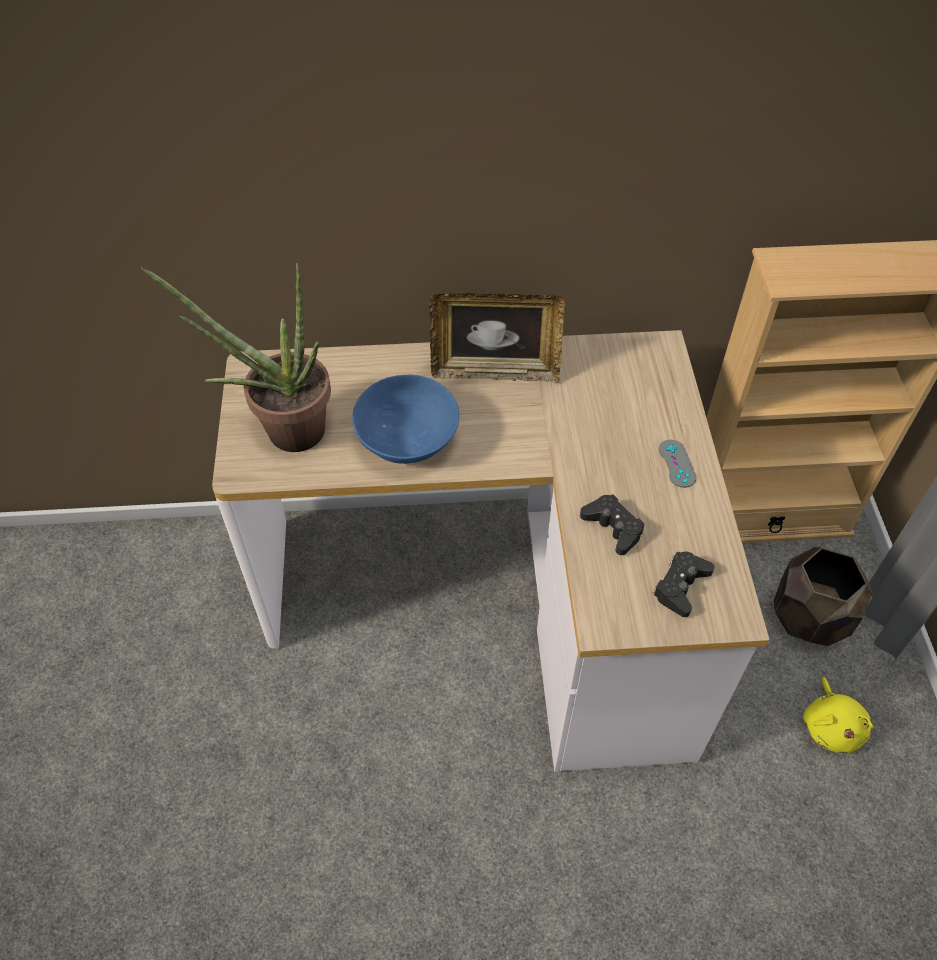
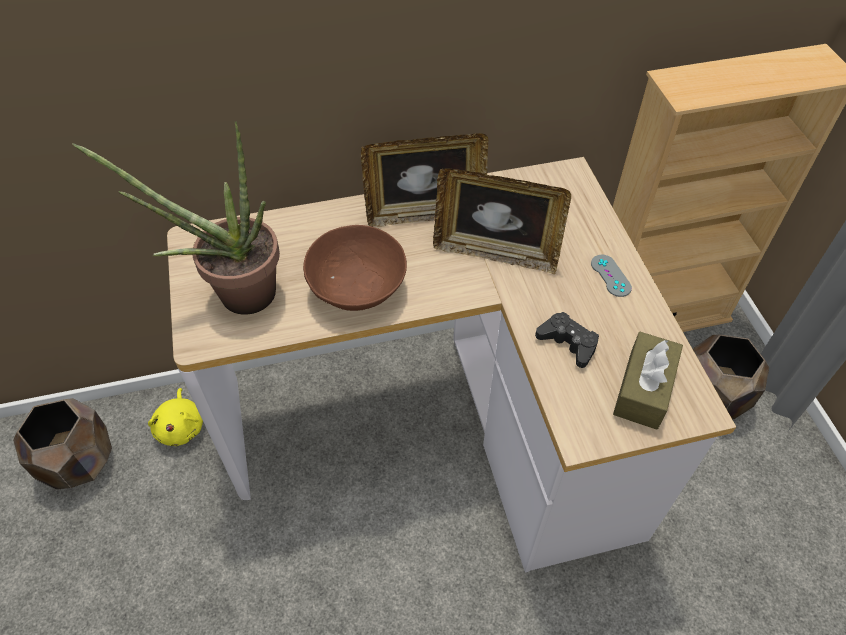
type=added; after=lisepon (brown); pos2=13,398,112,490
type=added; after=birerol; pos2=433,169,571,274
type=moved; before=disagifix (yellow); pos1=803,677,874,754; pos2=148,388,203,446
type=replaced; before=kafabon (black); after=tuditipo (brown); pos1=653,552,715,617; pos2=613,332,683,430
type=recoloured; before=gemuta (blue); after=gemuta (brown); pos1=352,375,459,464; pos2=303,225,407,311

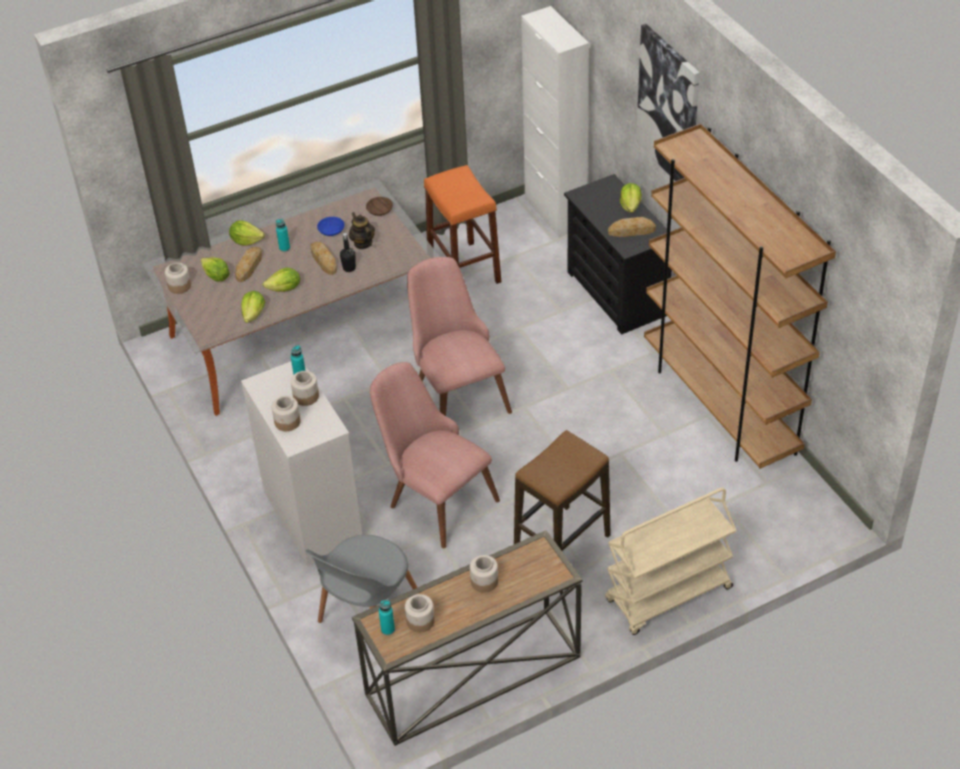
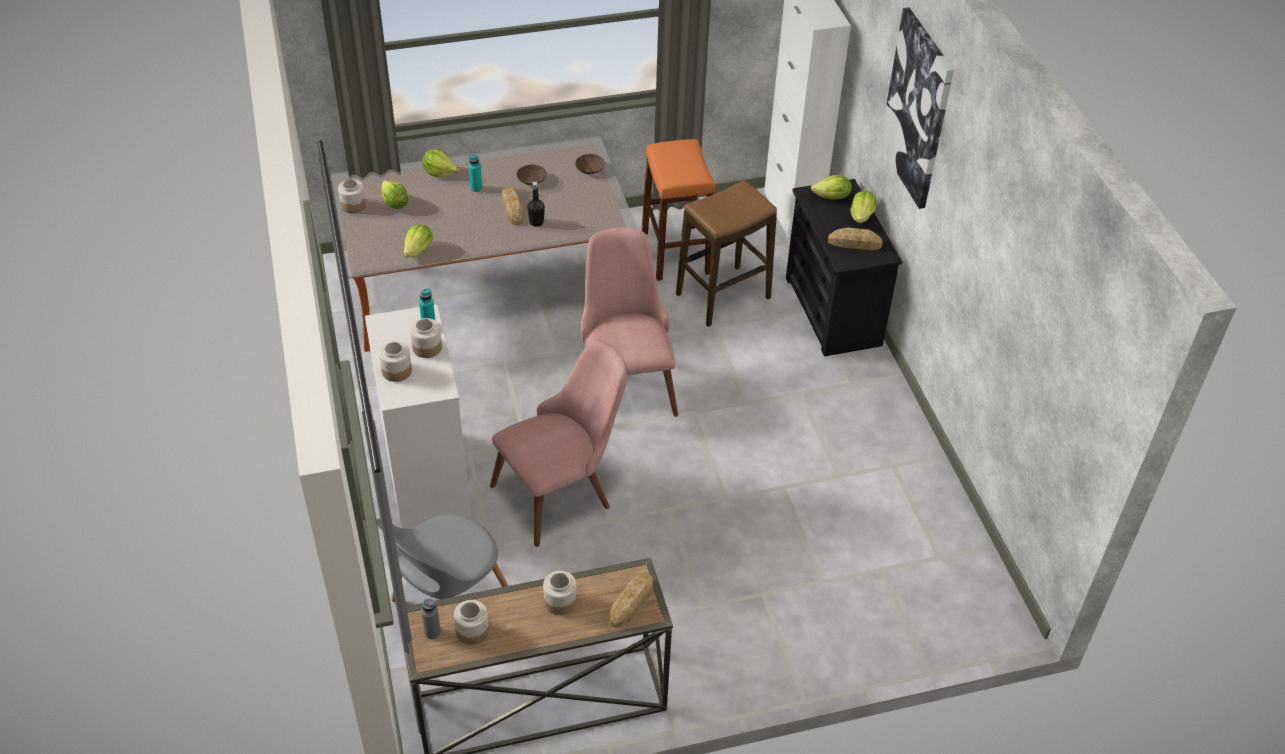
type=removed; before=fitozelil; pos1=349,212,375,249
type=removed; before=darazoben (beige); pos1=605,487,737,635
type=removed; before=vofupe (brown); pos1=644,124,836,469
type=moved; before=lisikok; pos1=235,247,262,282; pos2=610,574,654,628
type=moved; before=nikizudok; pos1=263,268,300,292; pos2=811,175,852,200
type=moved; before=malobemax; pos1=514,430,611,551; pos2=676,180,777,327
type=recoloured; before=gemuta (blue); after=gemuta (brown); pos1=317,217,345,236; pos2=517,165,547,185
type=recoloured; before=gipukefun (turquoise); after=gipukefun (grey); pos1=379,600,395,635; pos2=421,598,441,639
type=turned; before=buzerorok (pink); pos1=370,362,500,548; pos2=490,339,627,547; turn=90

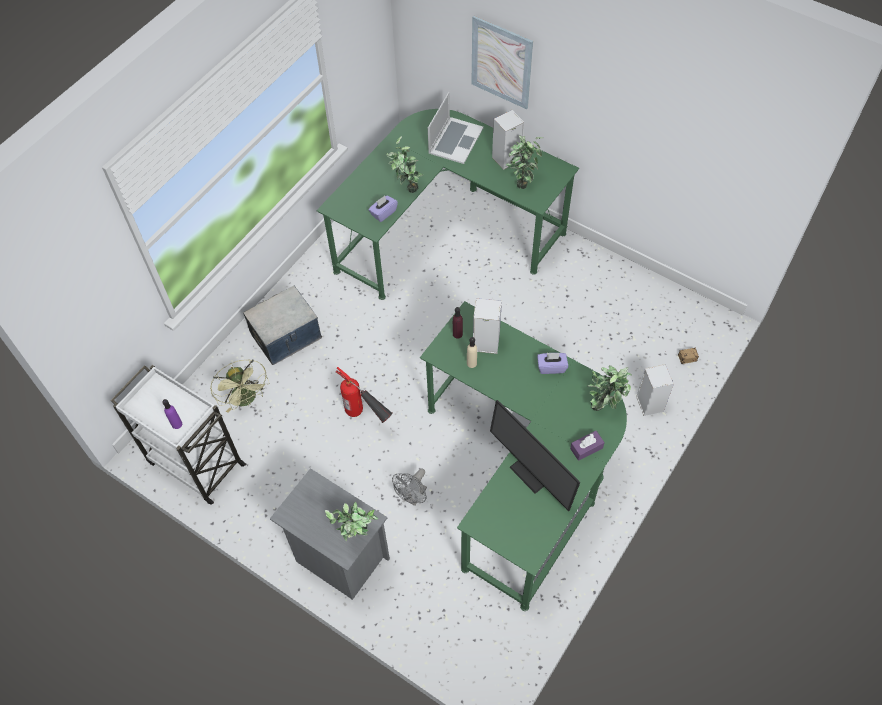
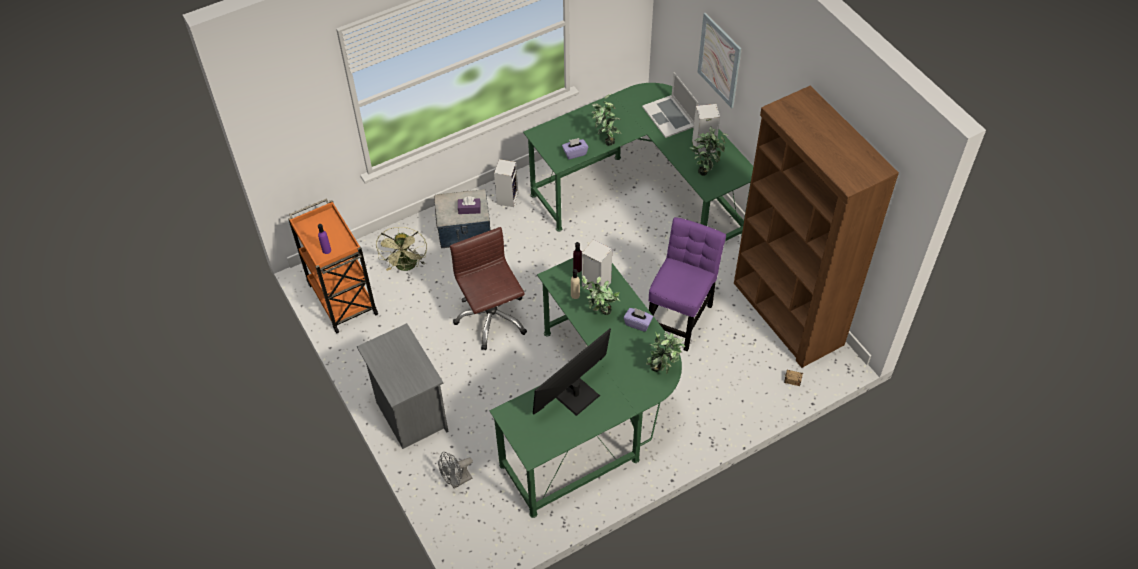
type=added; after=buzerorok (purple); pos2=649,217,726,351
type=added; after=vofupe (brown); pos2=734,86,899,368
type=moved; before=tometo; pos1=325,502,379,541; pos2=582,275,620,315
type=moved; before=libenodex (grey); pos1=392,468,427,506; pos2=438,452,473,489
type=moved; before=tuditipo (purple); pos1=570,431,605,461; pos2=458,196,481,214
type=moved; before=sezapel; pos1=636,364,674,416; pos2=494,159,518,207
type=replaced; before=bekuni; after=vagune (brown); pos1=336,367,393,423; pos2=450,227,527,350
type=recoloured; before=darazoben (white); after=darazoben (orange); pos1=111,365,246,505; pos2=288,198,379,333
type=turned; before=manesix; pos1=428,92,483,164; pos2=642,72,699,138; turn=105
type=turned; before=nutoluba; pos1=490,400,580,511; pos2=533,329,611,416; turn=60

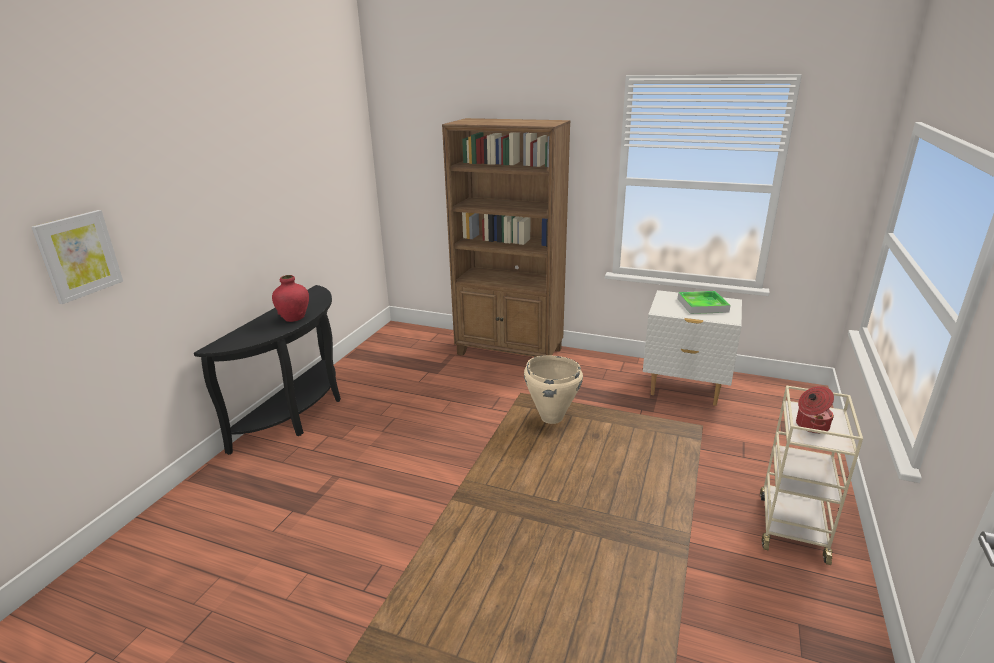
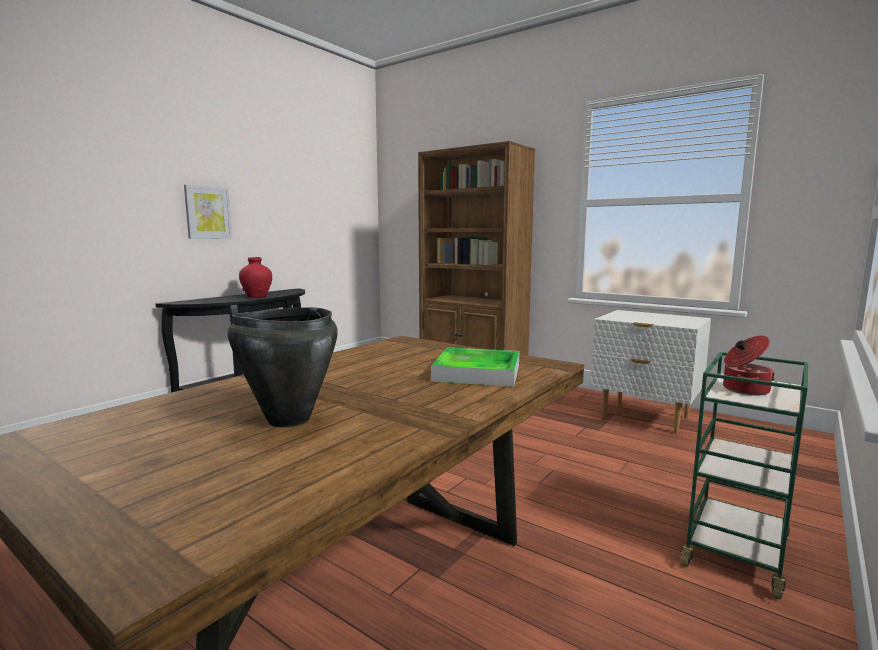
type=removed; before=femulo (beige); pos1=524,355,583,424
type=added; after=femulo (black); pos2=228,307,338,428
type=moved; before=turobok; pos1=31,210,123,304; pos2=184,185,232,239
type=moved; before=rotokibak; pos1=678,291,731,314; pos2=431,348,519,387
type=recoloured; before=darazoben (beige); after=darazoben (green); pos1=760,385,863,565; pos2=680,352,808,599

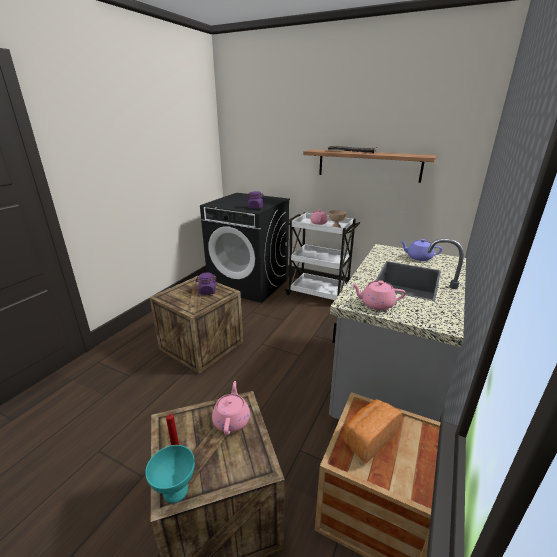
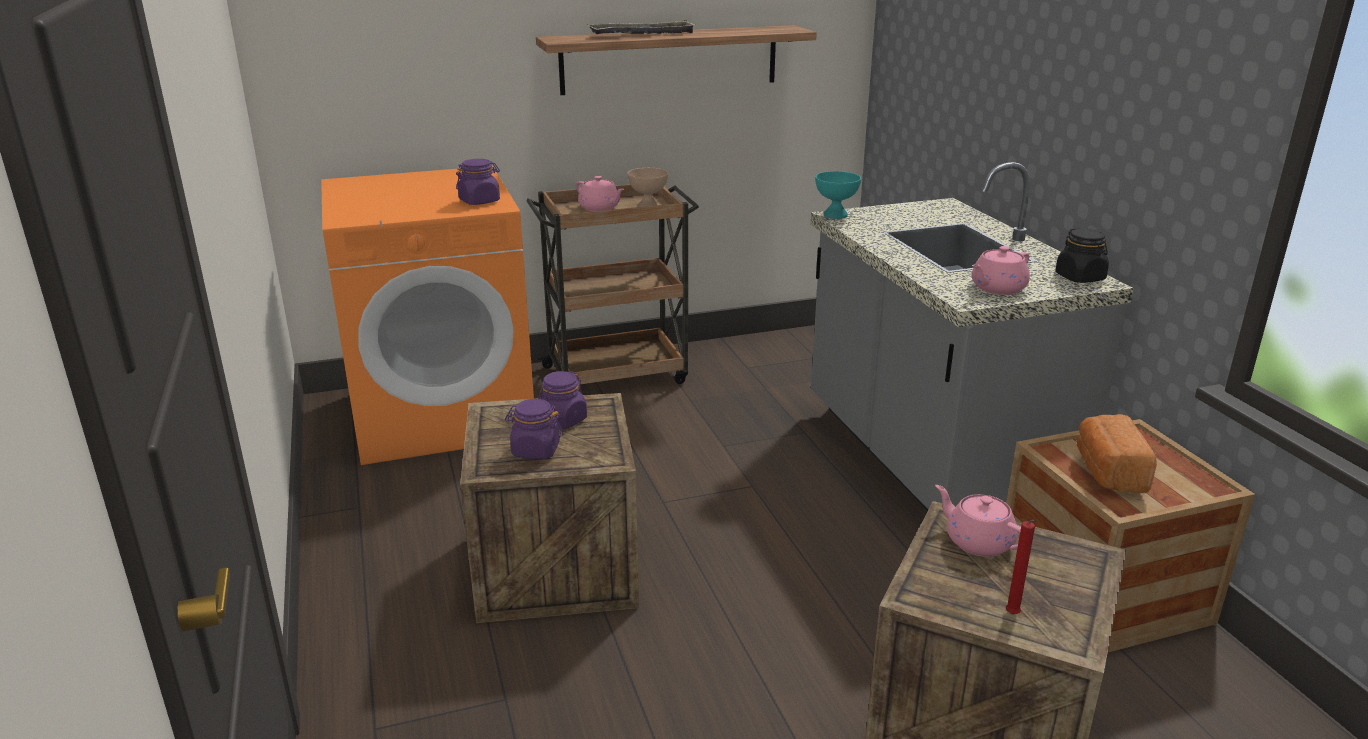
type=removed; before=fitozelil (purple); pos1=400,239,442,261
type=added; after=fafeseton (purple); pos2=505,399,563,459
type=added; after=fafeseton (black); pos2=1055,228,1109,283
type=moved; before=gemuta (turquoise); pos1=145,445,195,503; pos2=815,171,861,219
type=recoloured; before=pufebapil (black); after=pufebapil (orange); pos1=200,193,290,303; pos2=321,166,534,465
type=recoloured; before=darazoben (white); after=darazoben (brown); pos1=285,212,360,300; pos2=527,184,699,384

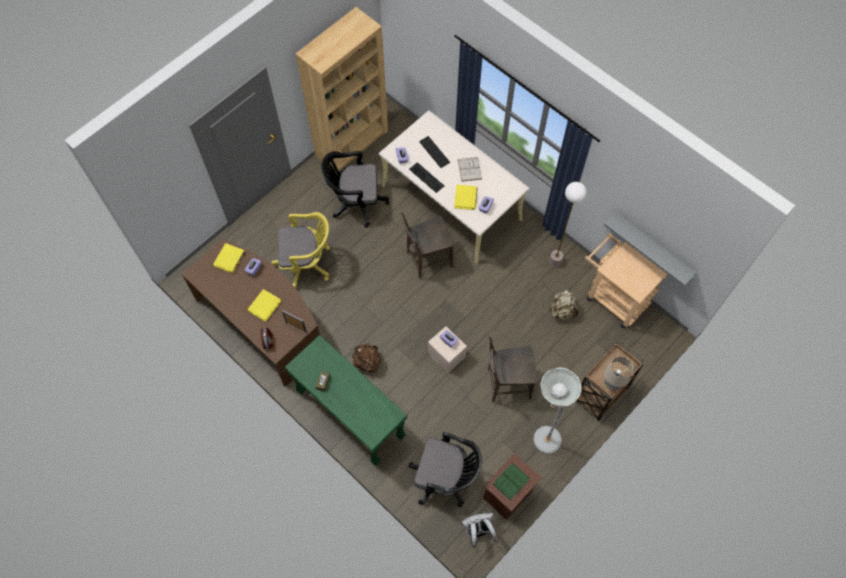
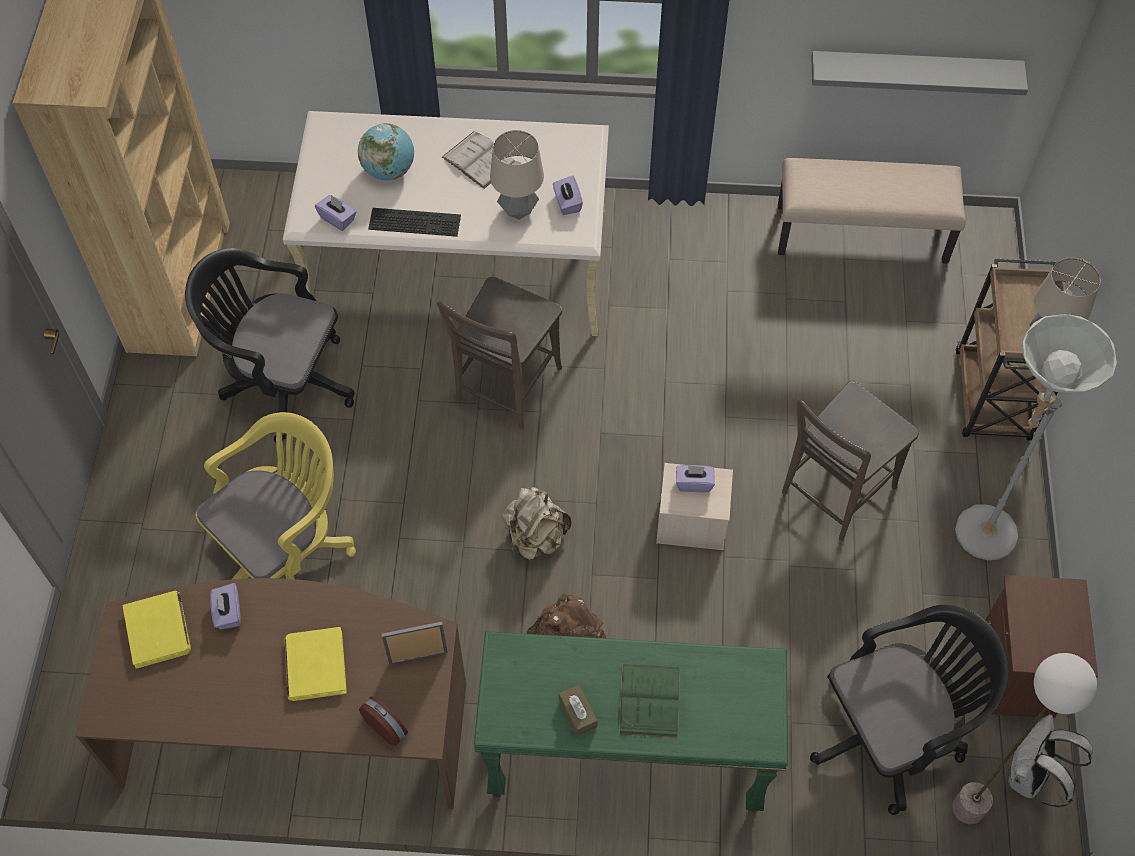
type=moved; before=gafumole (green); pos1=493,462,531,501; pos2=619,664,680,738
type=moved; before=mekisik; pos1=549,182,587,267; pos2=952,653,1097,824
type=moved; before=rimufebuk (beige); pos1=550,289,578,320; pos2=502,487,571,560
type=replaced; before=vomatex; after=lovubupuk; pos1=419,136,450,168; pos2=358,123,414,180
type=replaced; before=gafumole (yellow); after=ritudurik; pos1=454,185,477,210; pos2=490,130,544,219
type=replaced; before=darazoben (beige); after=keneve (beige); pos1=585,233,667,328; pos2=778,158,966,264
type=turned; before=vagune (black); pos1=321,151,389,228; pos2=185,248,355,443; turn=60

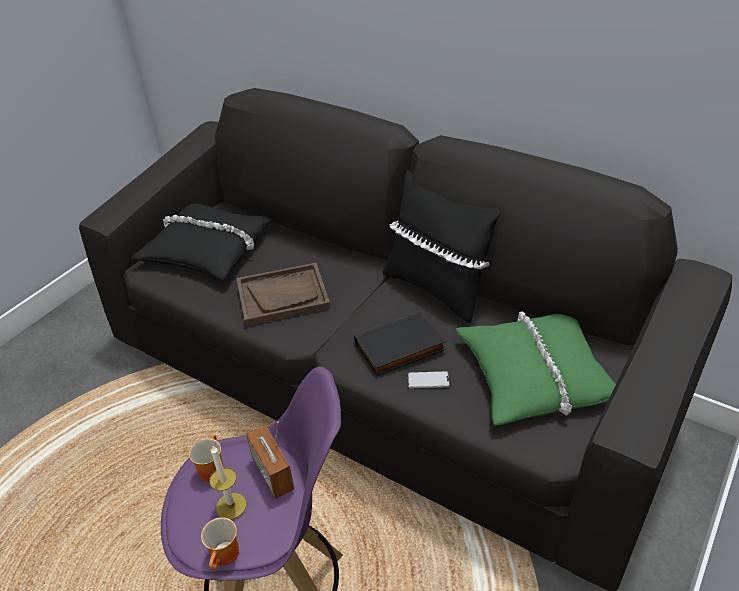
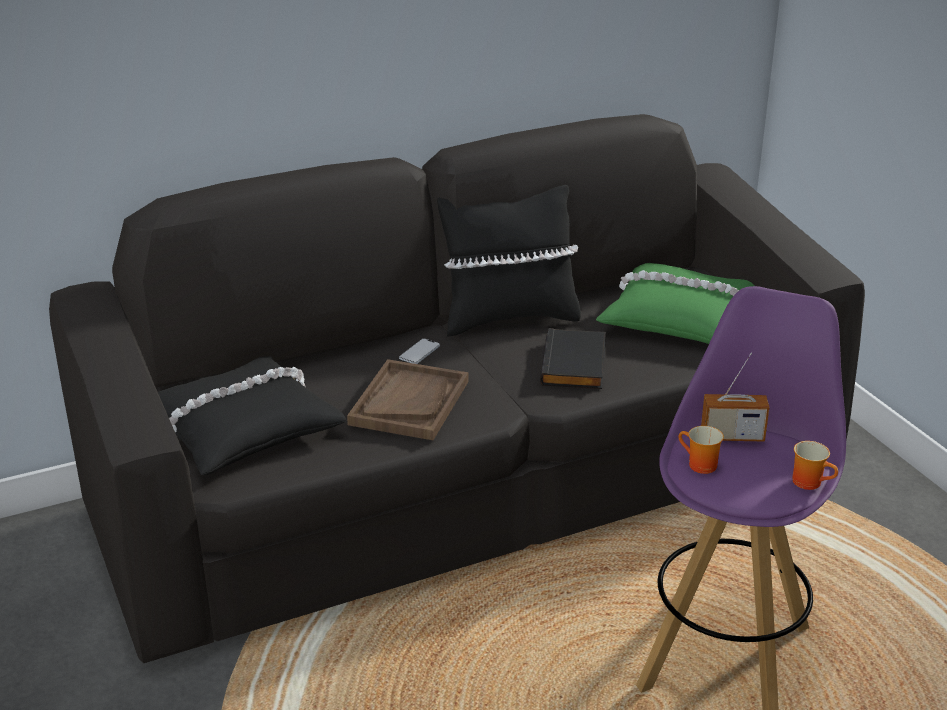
type=removed; before=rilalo; pos1=209,446,246,519
type=moved; before=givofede; pos1=408,371,449,388; pos2=399,338,440,364

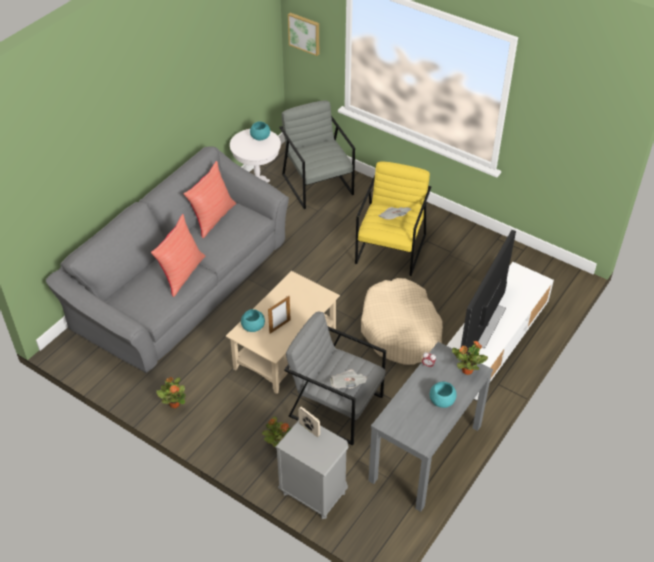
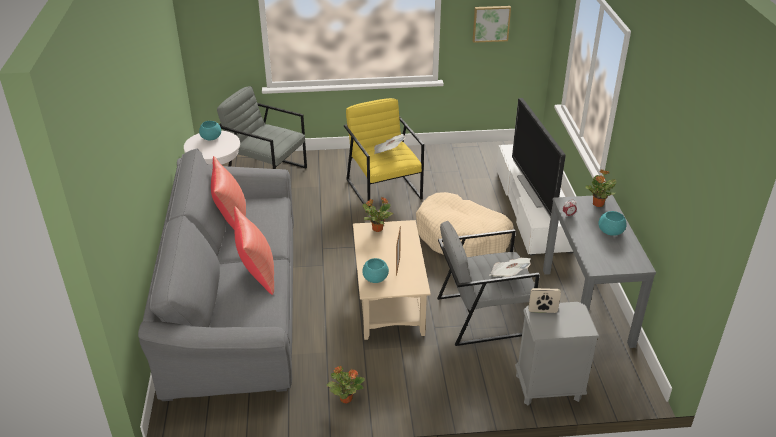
type=moved; before=tometo; pos1=262,417,291,447; pos2=362,197,393,232
type=moved; before=turobok; pos1=288,13,319,56; pos2=473,6,511,43

